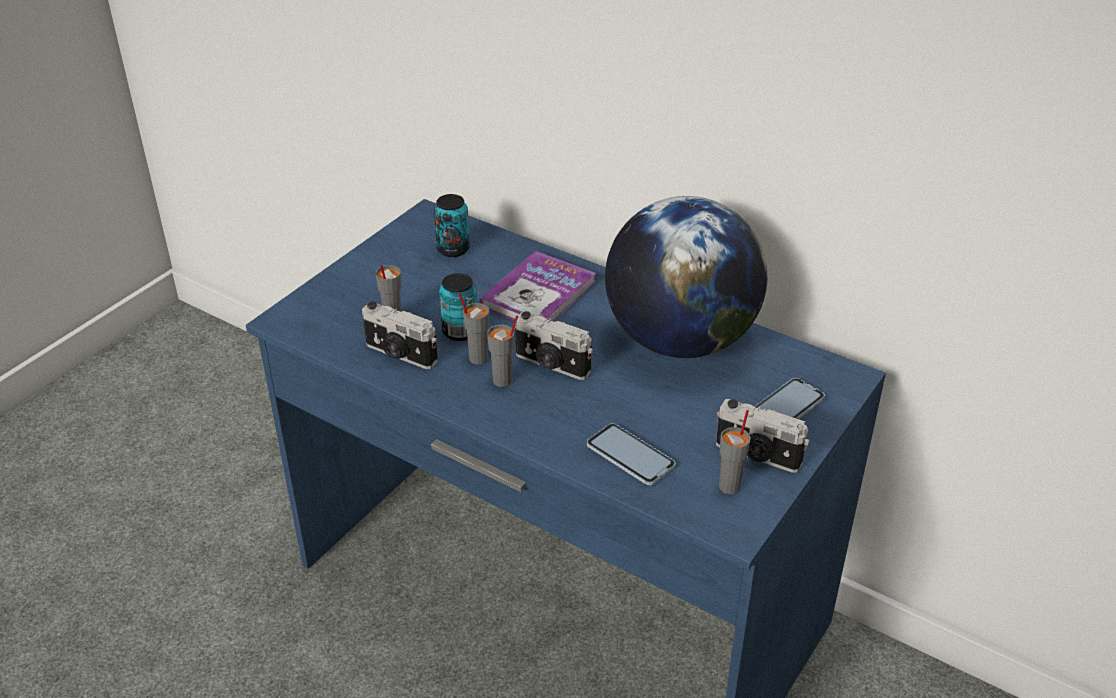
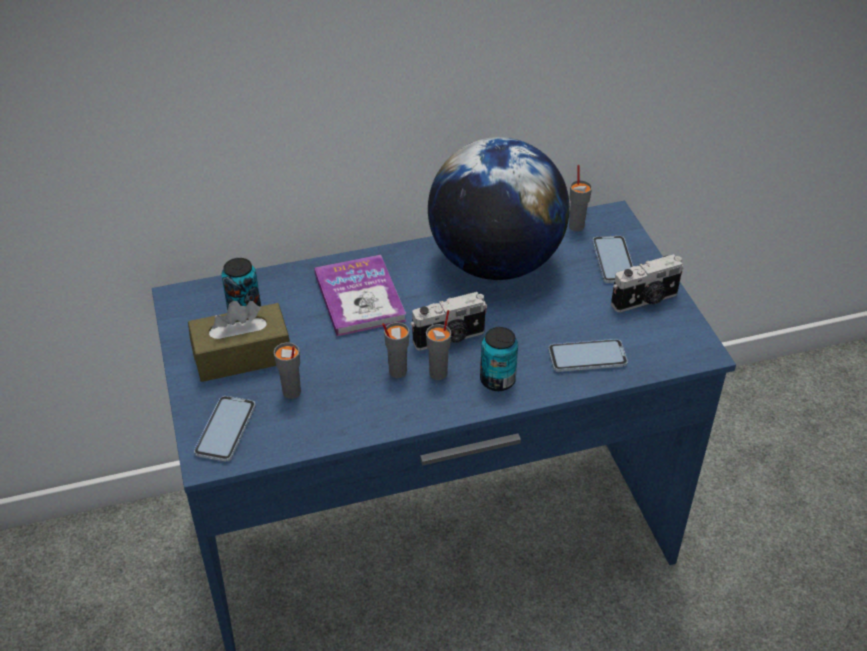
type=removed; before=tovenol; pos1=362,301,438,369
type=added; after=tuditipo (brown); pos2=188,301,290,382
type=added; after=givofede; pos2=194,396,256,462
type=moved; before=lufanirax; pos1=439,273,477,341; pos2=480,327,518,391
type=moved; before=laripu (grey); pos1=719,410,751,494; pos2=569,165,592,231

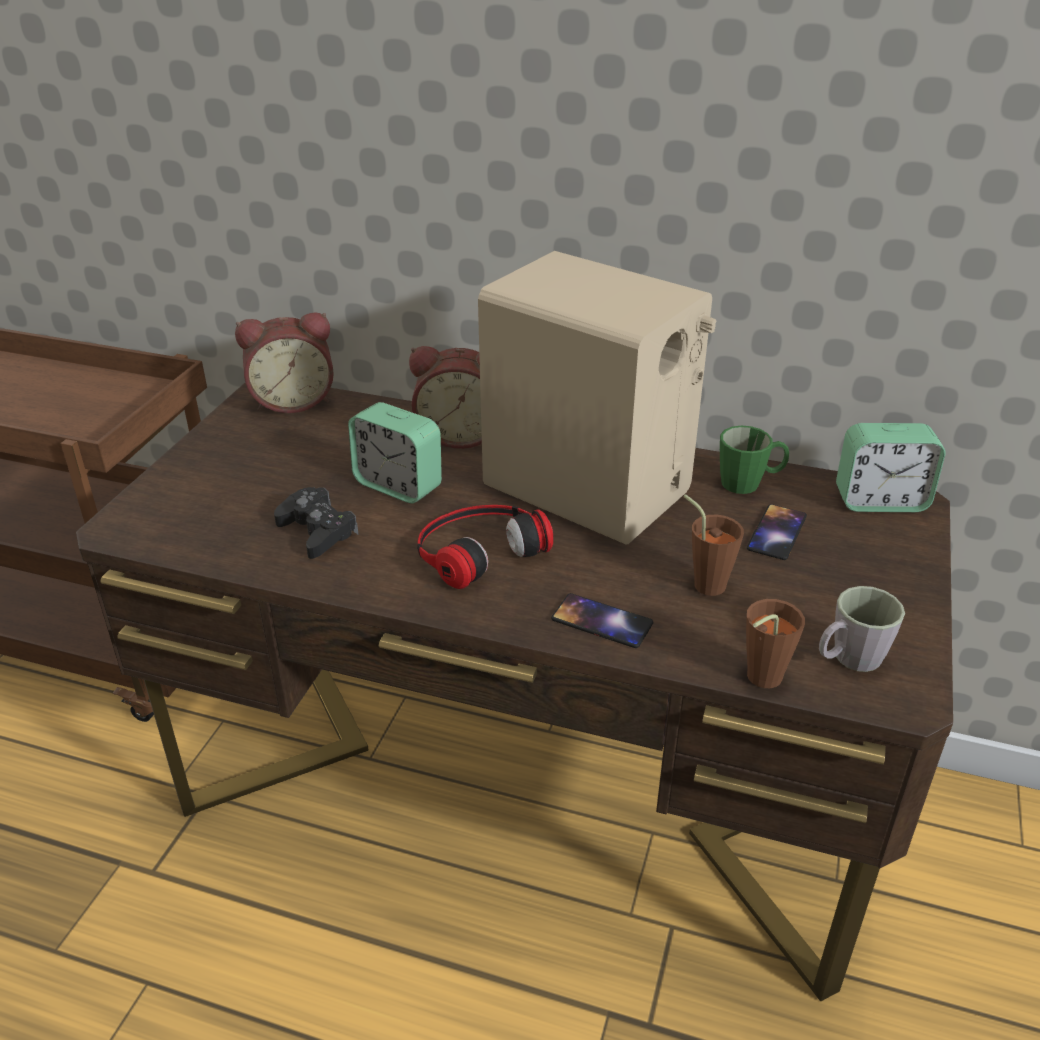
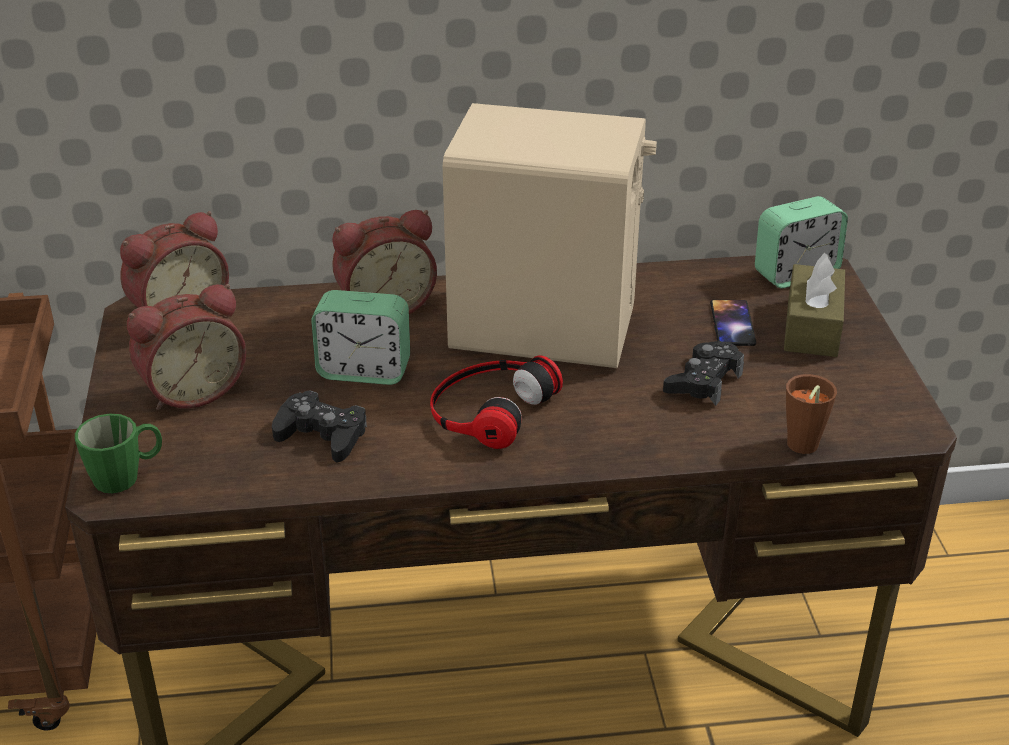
type=removed; before=givofede; pos1=551,593,653,648
type=removed; before=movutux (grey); pos1=819,586,905,672
type=added; after=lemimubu; pos2=127,284,246,410
type=added; after=tuditipo (brown); pos2=784,253,845,357
type=moved; before=movutux (green); pos1=720,426,789,494; pos2=75,414,162,493
type=replaced; before=laripu (brown); after=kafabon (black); pos1=684,495,744,596; pos2=663,341,744,406

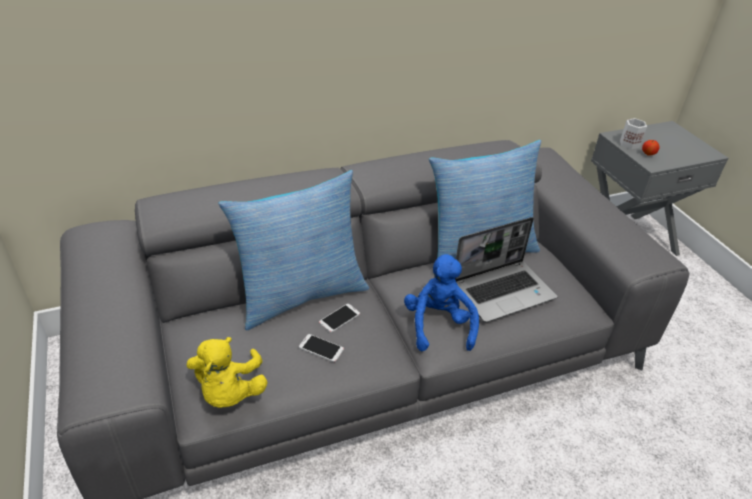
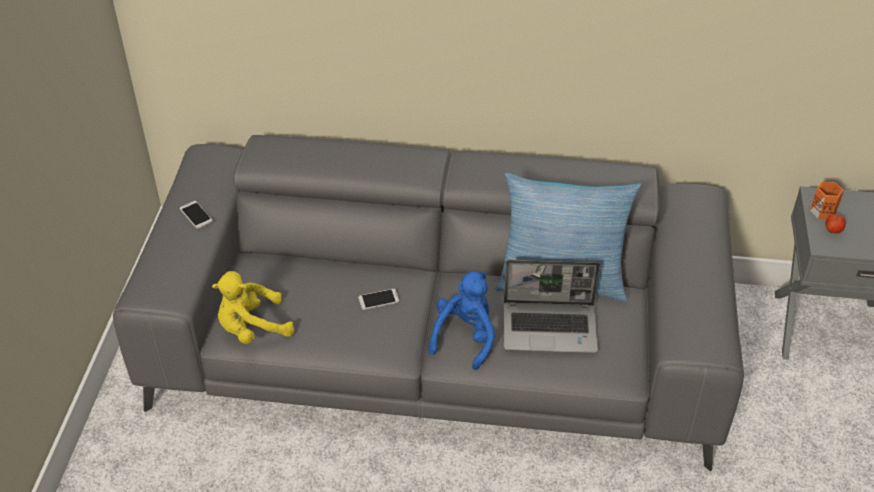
type=removed; before=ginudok; pos1=218,170,369,331
type=moved; before=givofede; pos1=299,334,344,362; pos2=180,201,213,229
type=recoloured; before=movutux (white); after=movutux (orange); pos1=620,118,647,149; pos2=810,181,844,219
type=turned; before=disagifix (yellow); pos1=187,337,268,408; pos2=212,271,294,344; turn=45

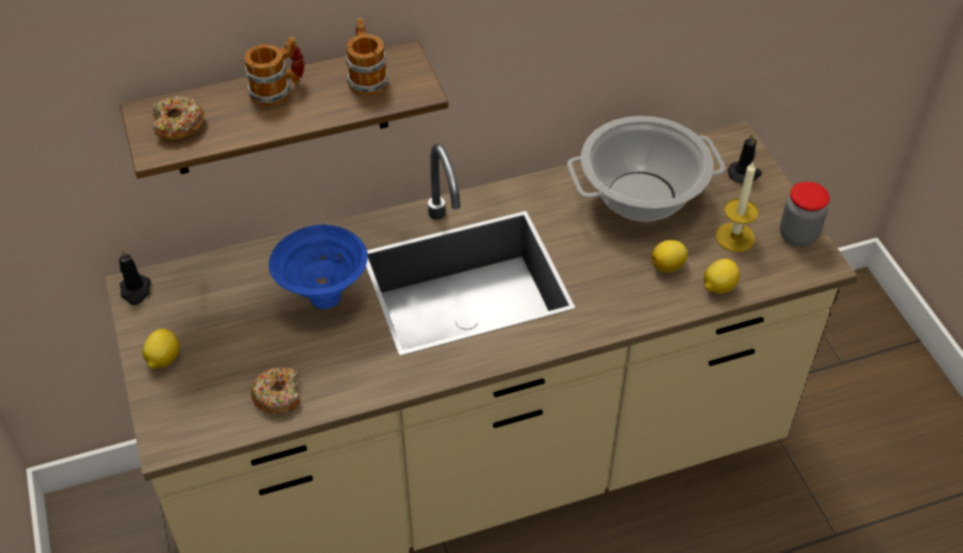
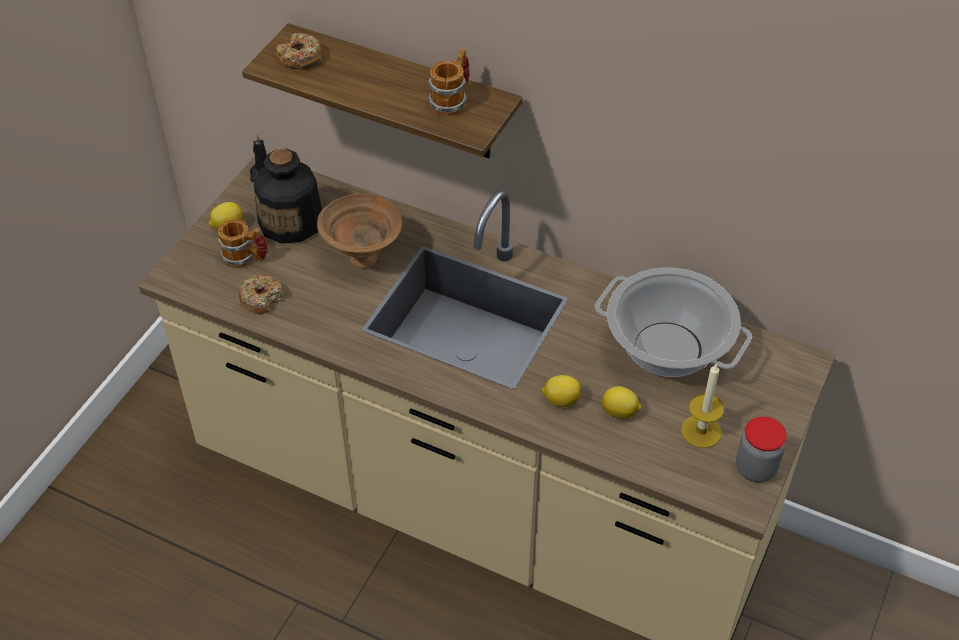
type=removed; before=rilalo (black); pos1=728,133,762,183
type=added; after=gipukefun; pos2=254,149,322,243
type=moved; before=movutux; pos1=244,37,305,107; pos2=218,219,268,268
type=moved; before=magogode; pos1=704,259,740,294; pos2=541,375,581,407
type=recoloured; before=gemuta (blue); after=gemuta (brown); pos1=269,225,367,309; pos2=317,194,402,269

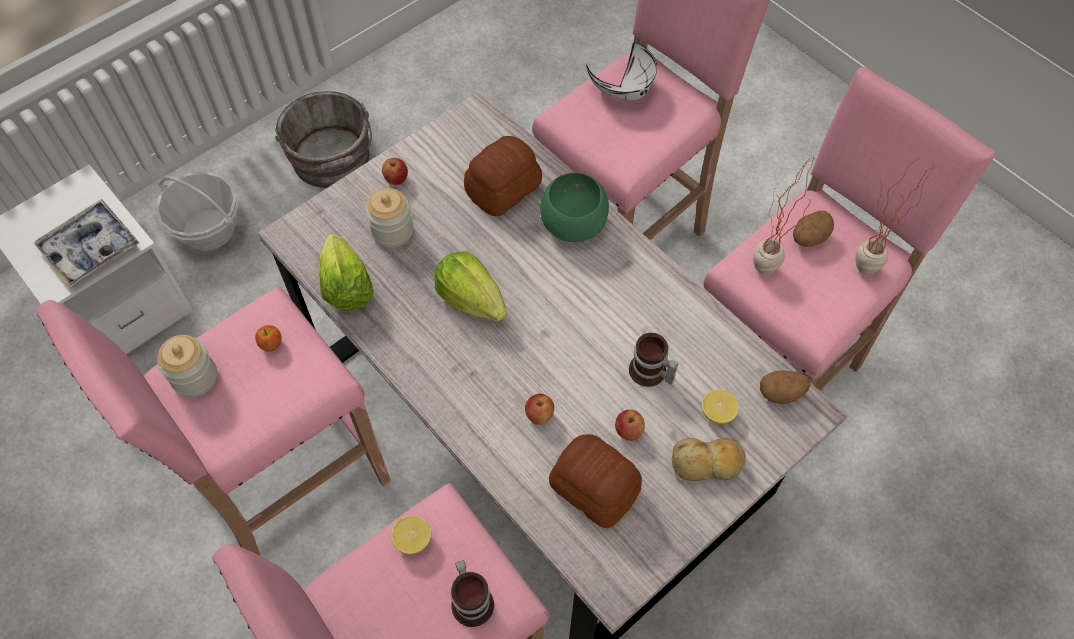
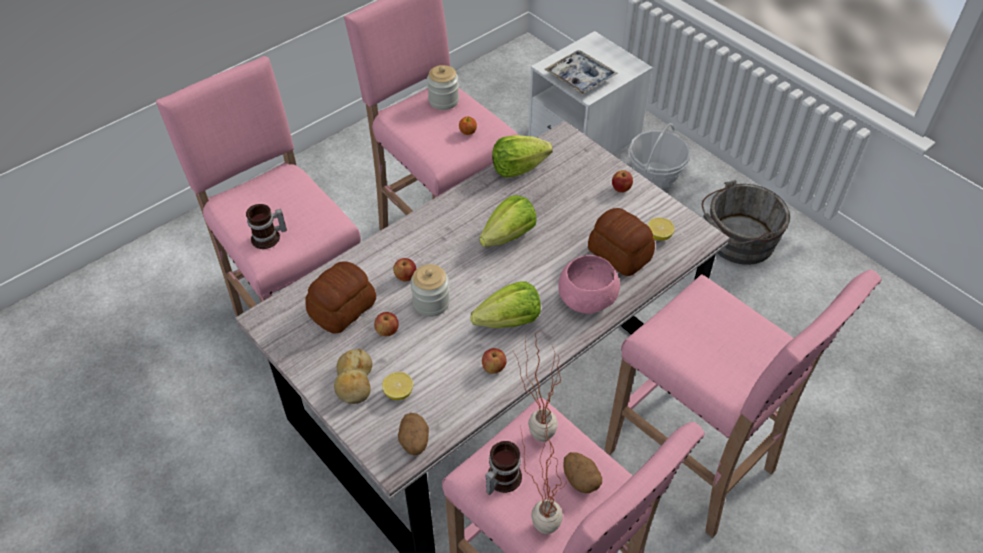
type=removed; before=gemuta (white); pos1=586,42,657,101
type=added; after=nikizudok; pos2=470,281,541,328
type=added; after=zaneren; pos2=482,348,507,374
type=moved; before=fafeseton; pos1=365,188,413,248; pos2=411,264,450,317
type=moved; before=magogode; pos1=391,515,431,555; pos2=648,217,675,241
type=moved; before=movutux; pos1=629,333,678,387; pos2=485,441,522,495
type=recoloured; before=gemuta (green); after=gemuta (pink); pos1=540,172,609,242; pos2=558,255,620,314

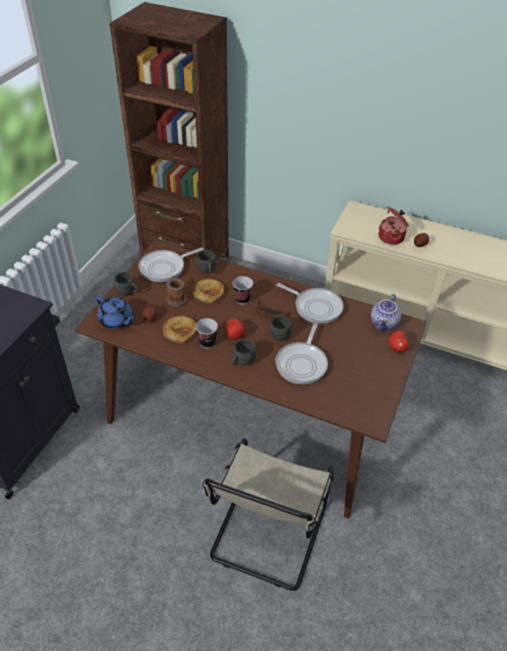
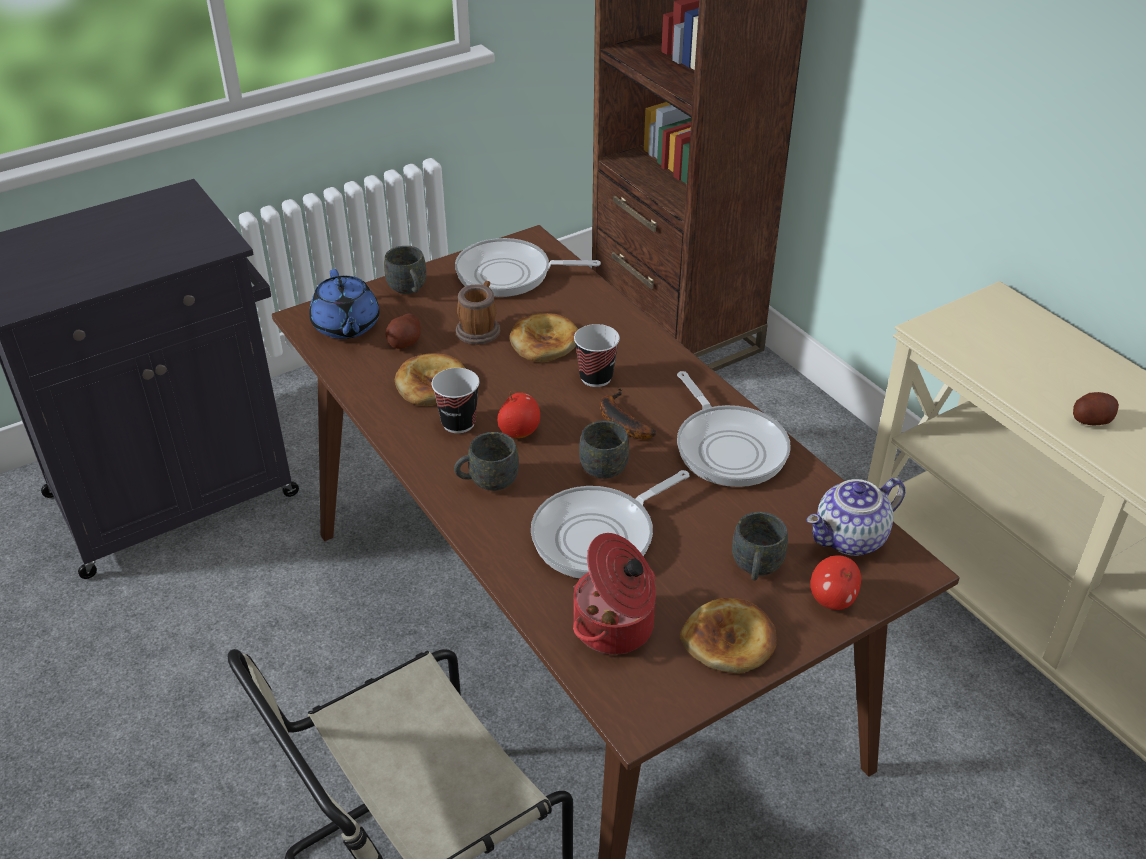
type=added; after=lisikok; pos2=680,598,777,674
type=moved; before=movutux (grey); pos1=196,250,216,274; pos2=732,512,788,581
type=moved; before=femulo; pos1=379,206,409,245; pos2=573,533,656,655

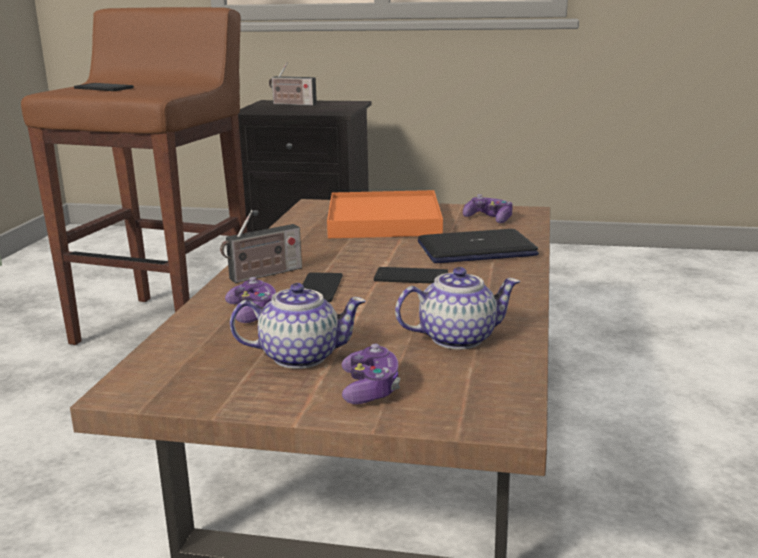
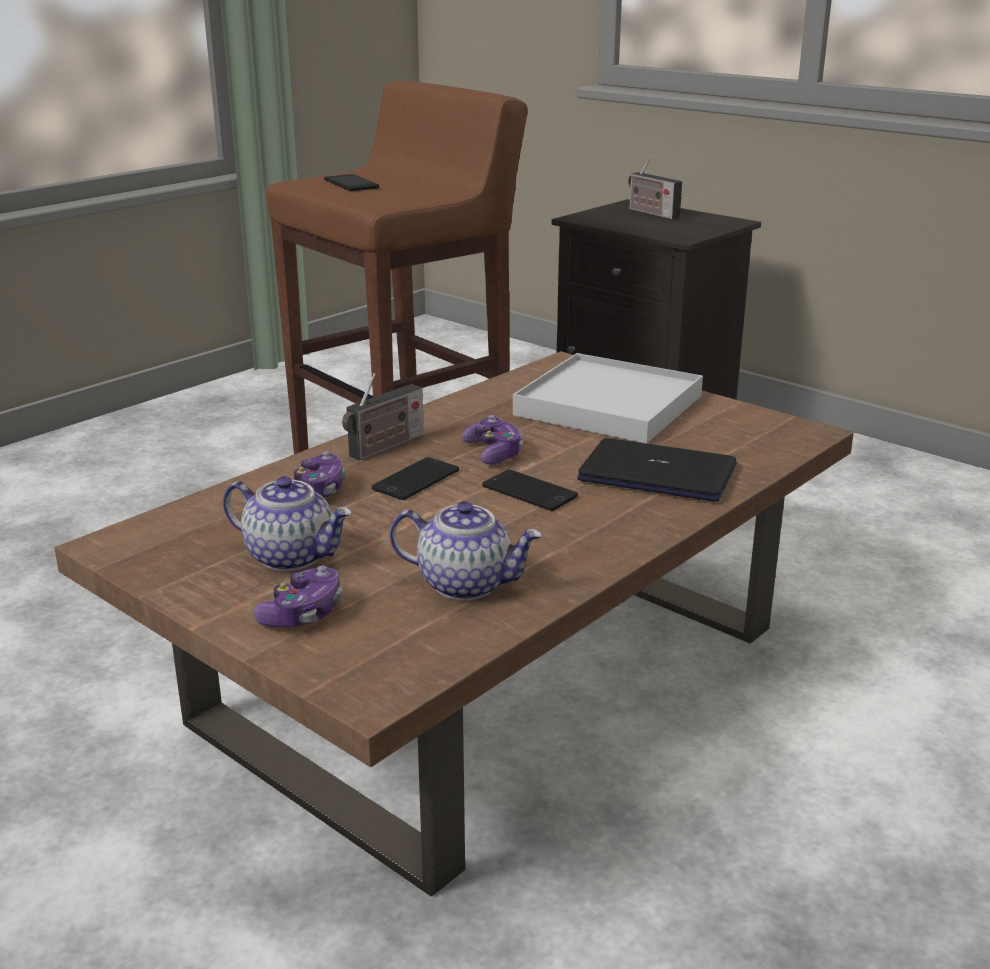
type=moved; before=kafabon; pos1=463,194,513,223; pos2=462,415,523,465
type=recoloured; before=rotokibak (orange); after=rotokibak (white); pos1=327,190,443,238; pos2=513,353,703,444
type=turned; before=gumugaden; pos1=220,210,302,283; pos2=342,373,424,461; turn=-45

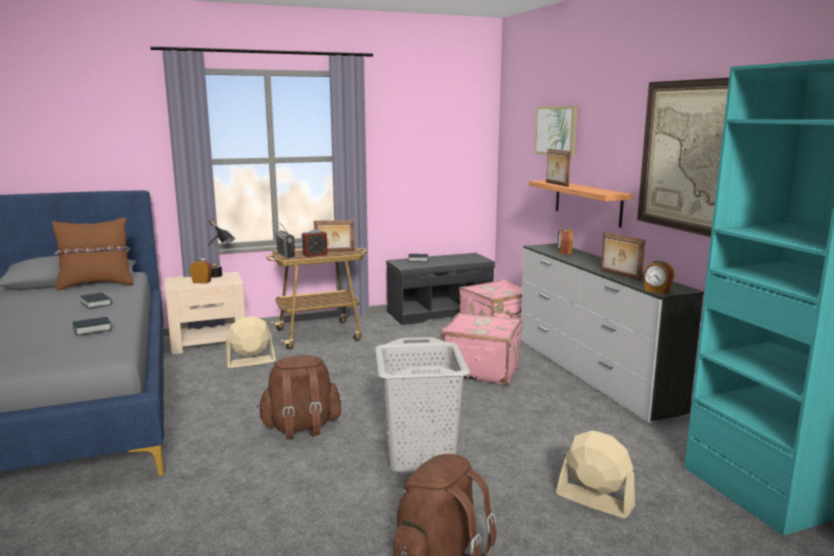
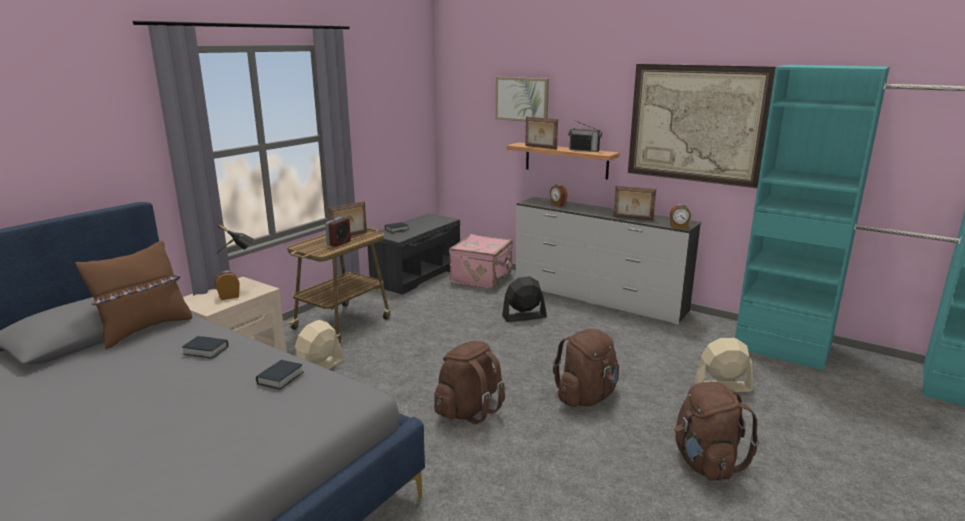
type=moved; before=gumugaden; pos1=276,223,295,258; pos2=568,120,602,152
type=replaced; before=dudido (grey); after=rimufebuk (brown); pos1=375,337,470,472; pos2=553,328,619,407
type=replaced; before=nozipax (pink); after=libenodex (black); pos1=441,313,522,385; pos2=502,277,547,322

